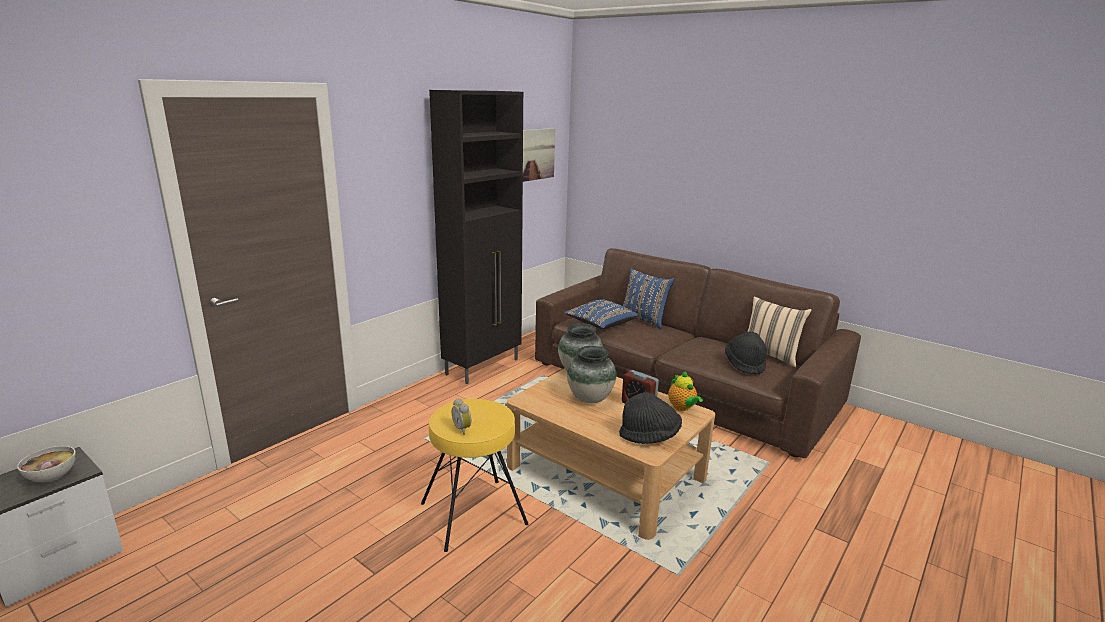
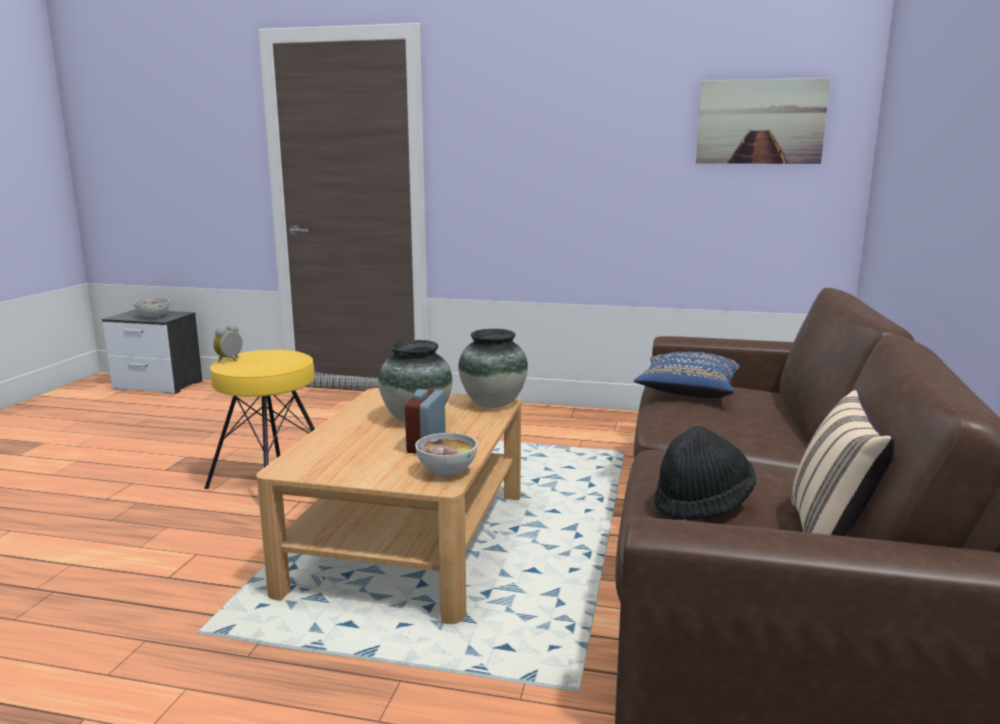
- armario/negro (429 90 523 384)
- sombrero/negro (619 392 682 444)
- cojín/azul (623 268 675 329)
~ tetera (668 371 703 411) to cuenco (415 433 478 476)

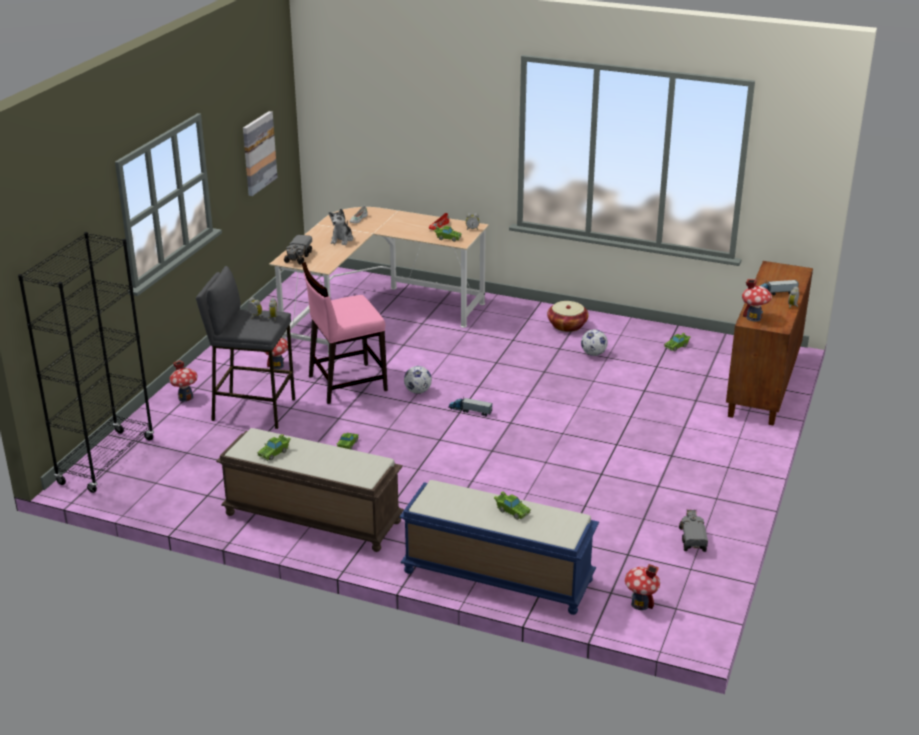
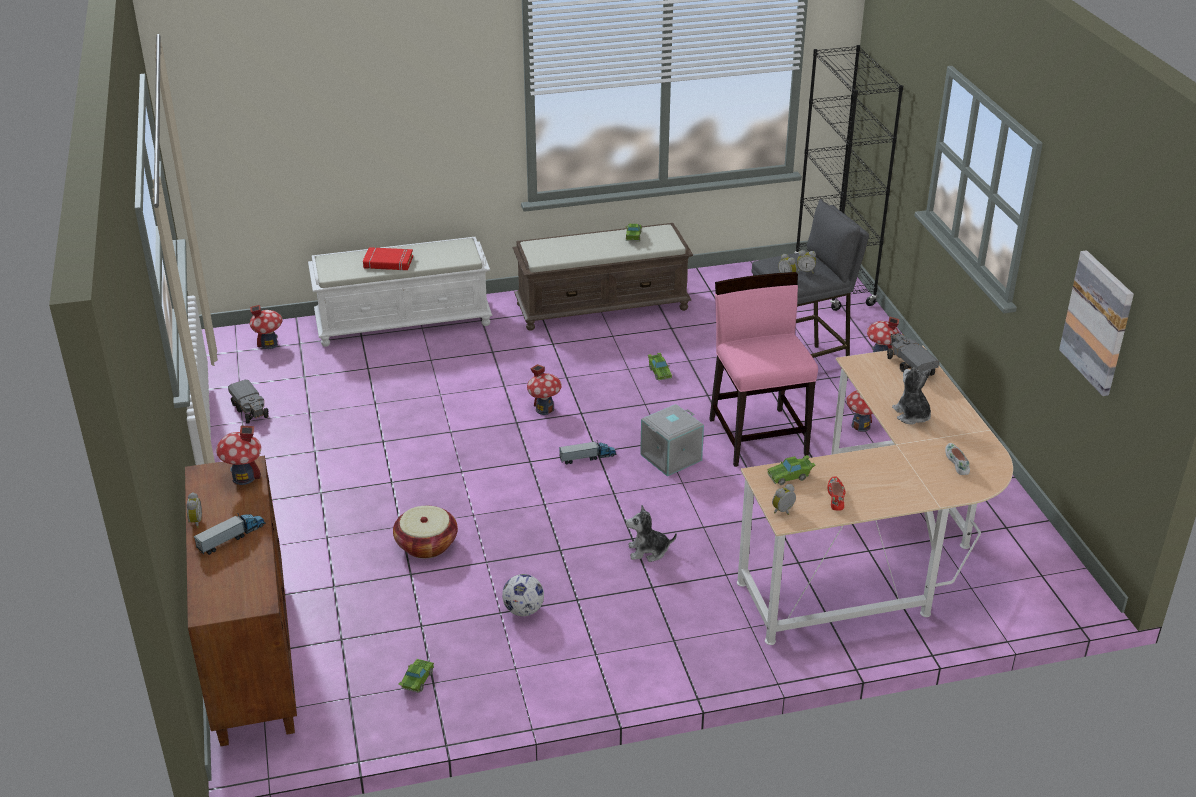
~ silla/rosa (302 262 388 404) = (709 272 818 467) 45 degrees counterclockwise
~ banco/azul (399 480 599 615) to banco/blanco (308 237 492 347)
~ balón de fútbol (404 366 432 394) to caja de almacenaje/gris (640 404 704 477)
~ coche de juguete/verde (494 491 531 520) to libro/rojo (363 247 413 271)
~ cesta (547 301 589 332) to (393 506 458 558)
+ casita (527 364 562 415)
+ peluche (625 505 677 562)

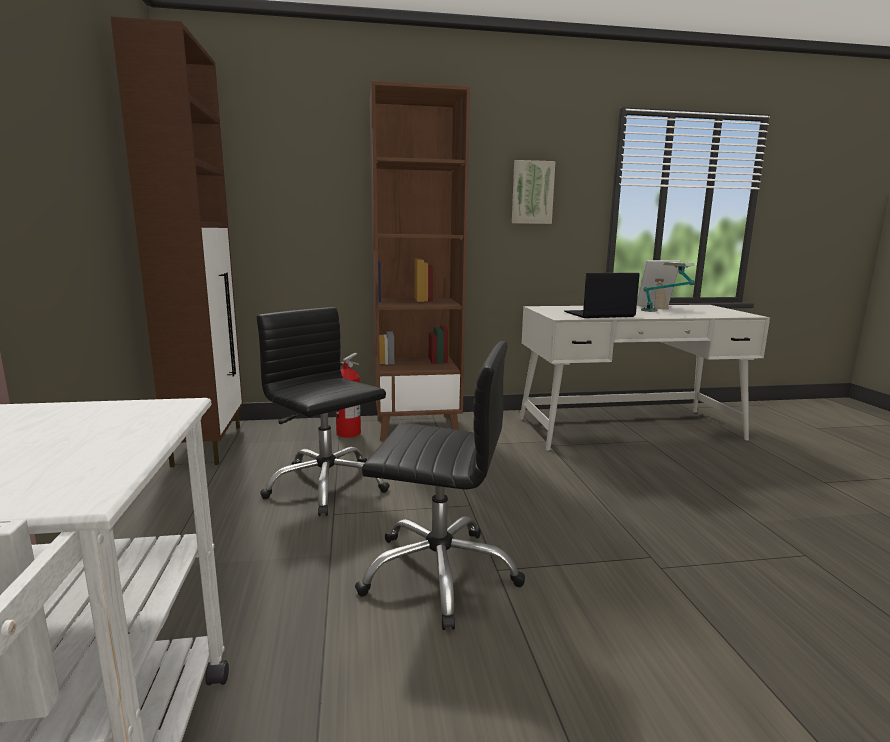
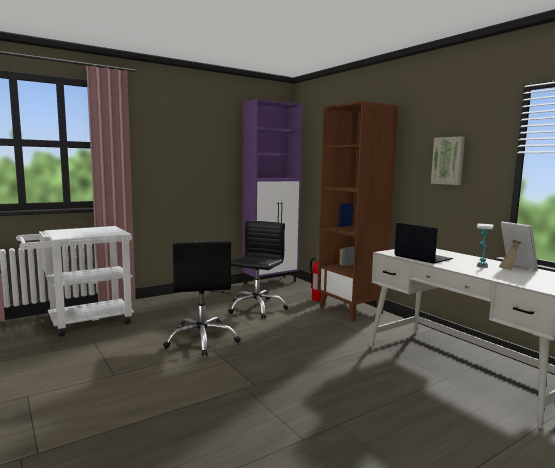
~ armario/marrón (110 16 243 467) to armario/morado (242 99 303 284)

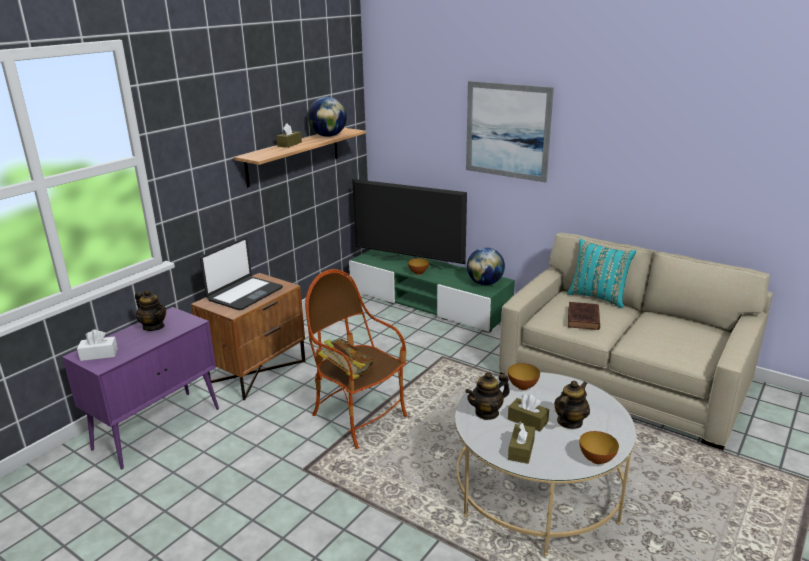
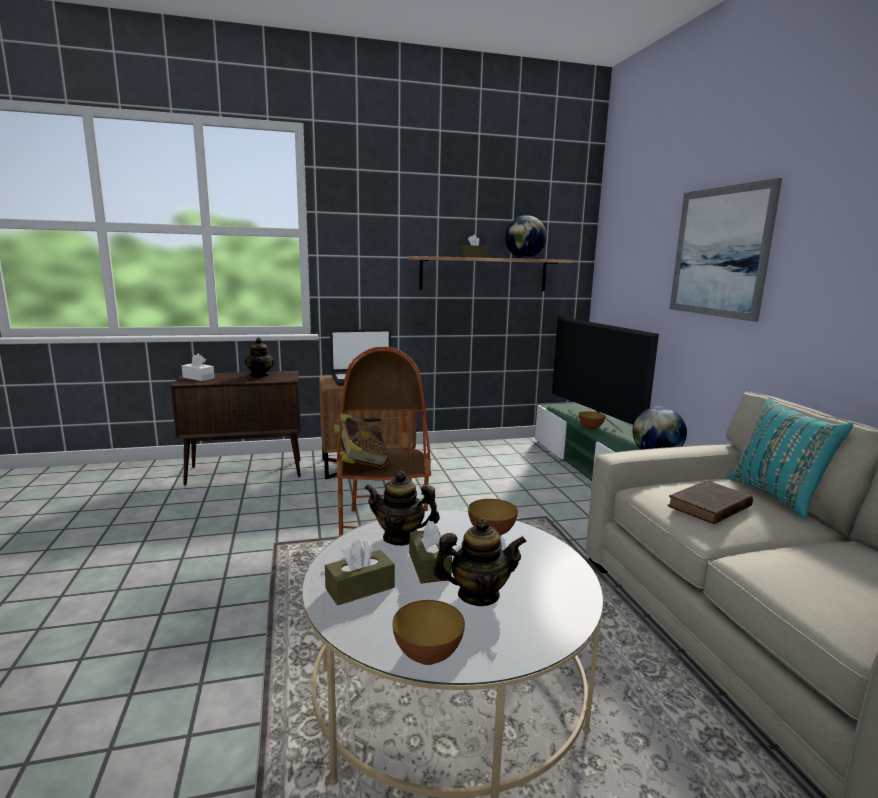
~ armario/morado (62 307 219 469) to armario/marrón (171 371 301 486)

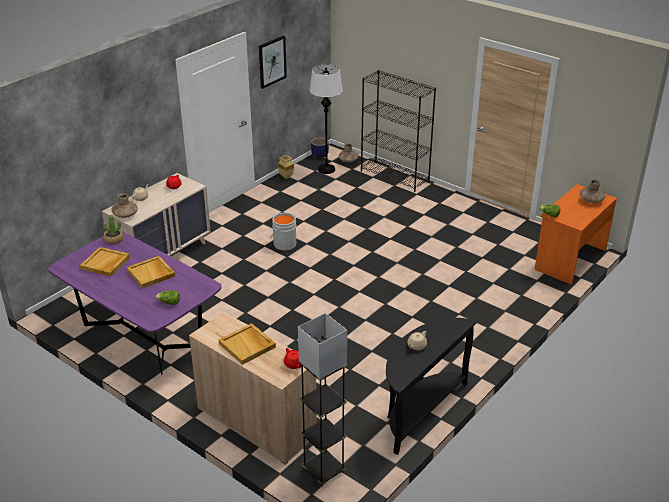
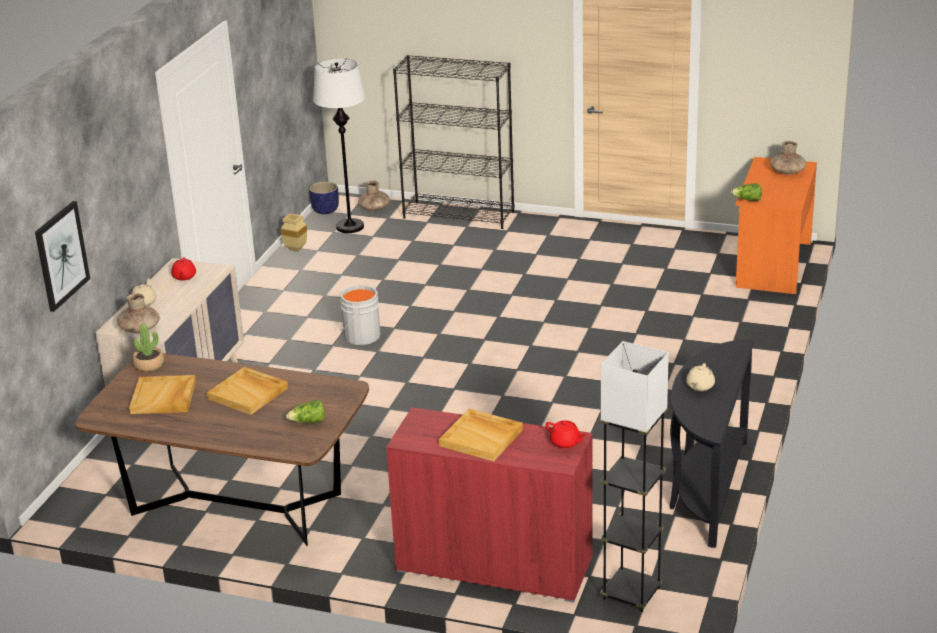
~ mesa de comedor/morado (48 232 222 375) to mesa de comedor/marrón (75 353 369 546)
~ armario/beis (189 312 317 465) to armario/rojo (386 407 593 603)
~ cuadro (259 35 287 89) to (35 201 90 312)

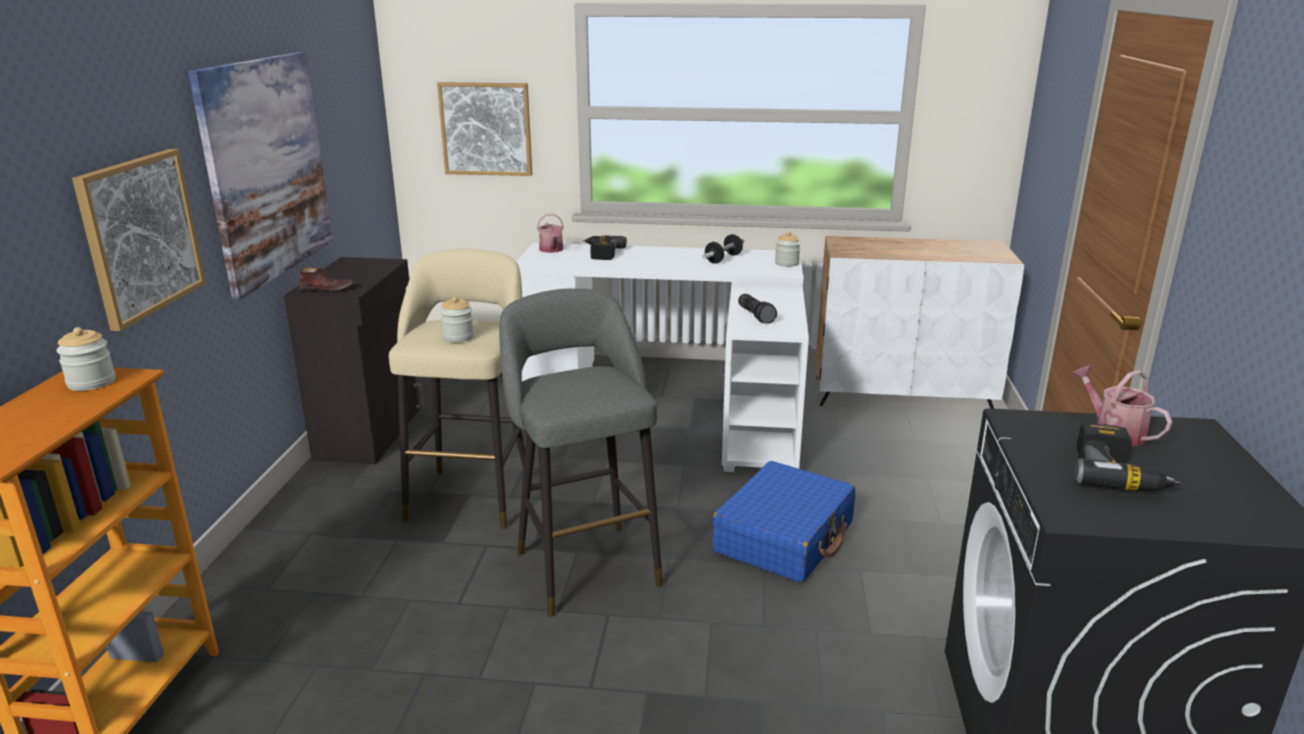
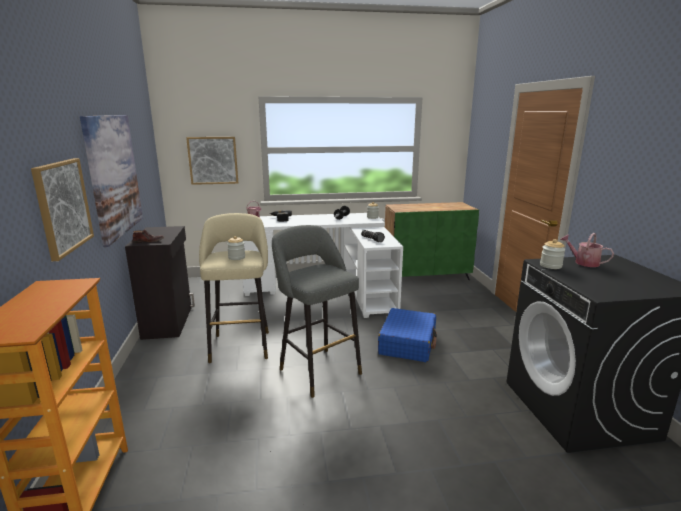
~ tarro (56 327 115 391) to (540 239 565 269)
~ armario/blanco (815 236 1024 409) to armario/verde (385 202 479 280)
- taladro (1074 423 1182 491)

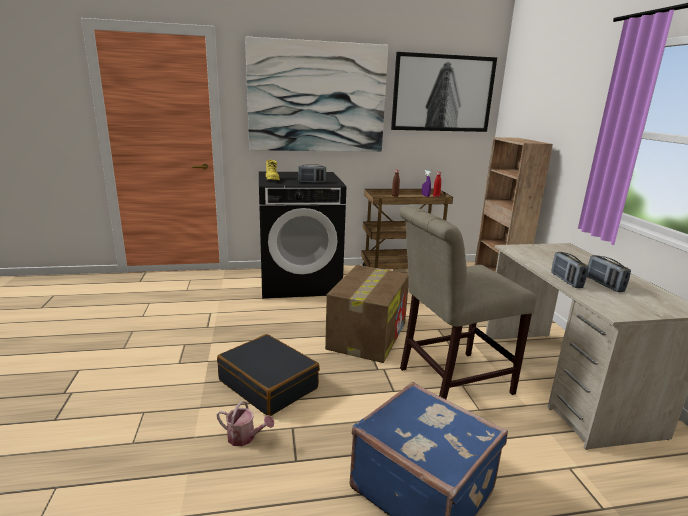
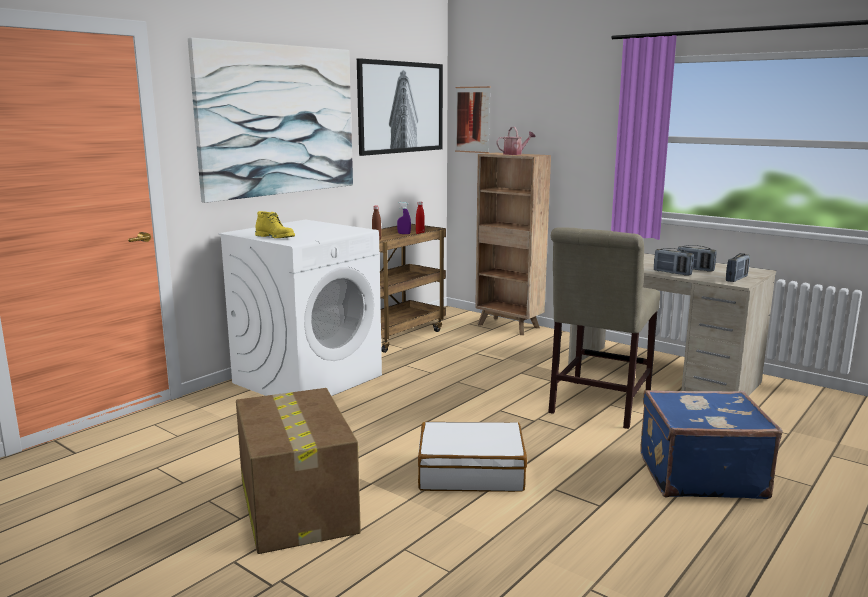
~ maleta/negro (217 334 320 416) to maleta/blanco (418 422 527 492)
~ regadera (217 401 274 446) to (496 127 536 155)
~ lavadora/negro (259 172 346 298) to lavadora/blanco (218 220 382 396)
~ radio (298 164 326 183) to (726 253 750 282)
~ caja de cartón (325 265 409 363) to (236 388 361 554)
+ cuadro (455 86 491 153)

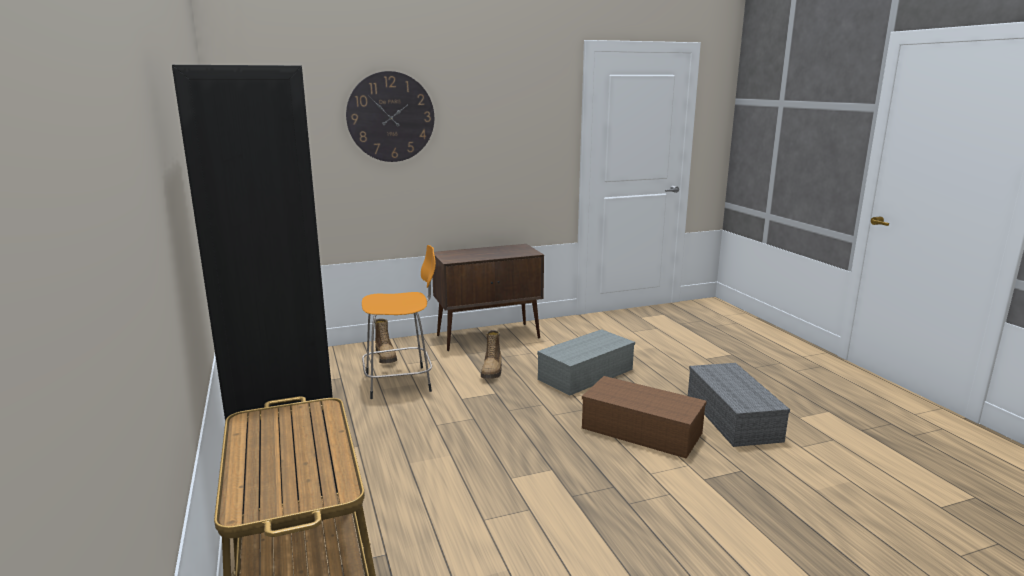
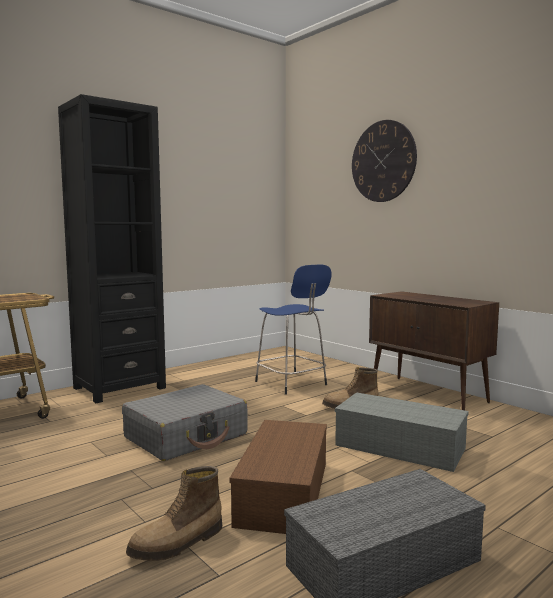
~ taburete/naranja (362 245 436 399) to taburete/azul (255 264 332 395)
~ bota (375 318 397 363) to (126 466 222 561)
+ maleta/gris (122 384 248 461)

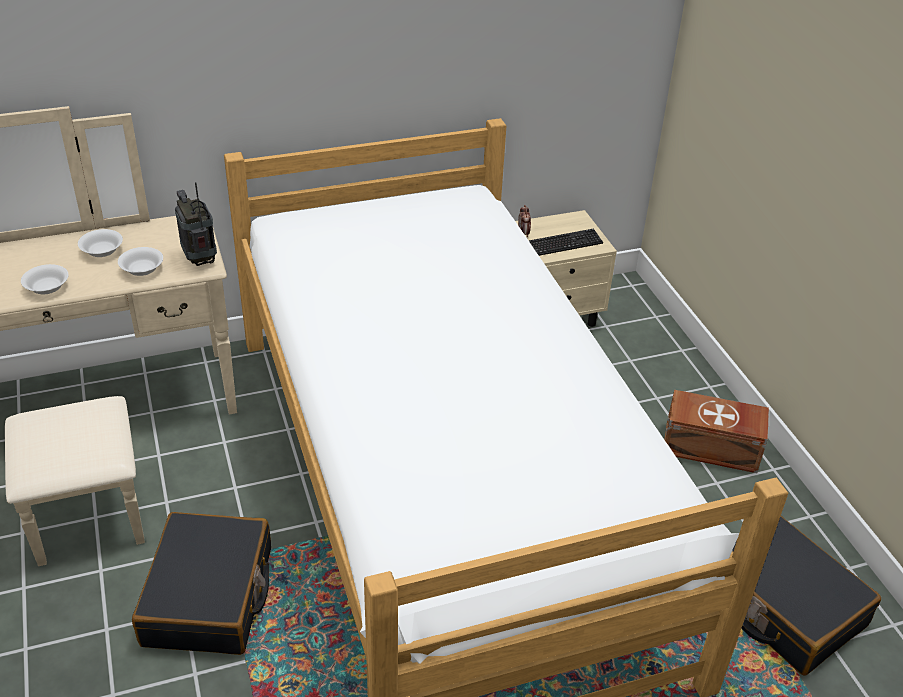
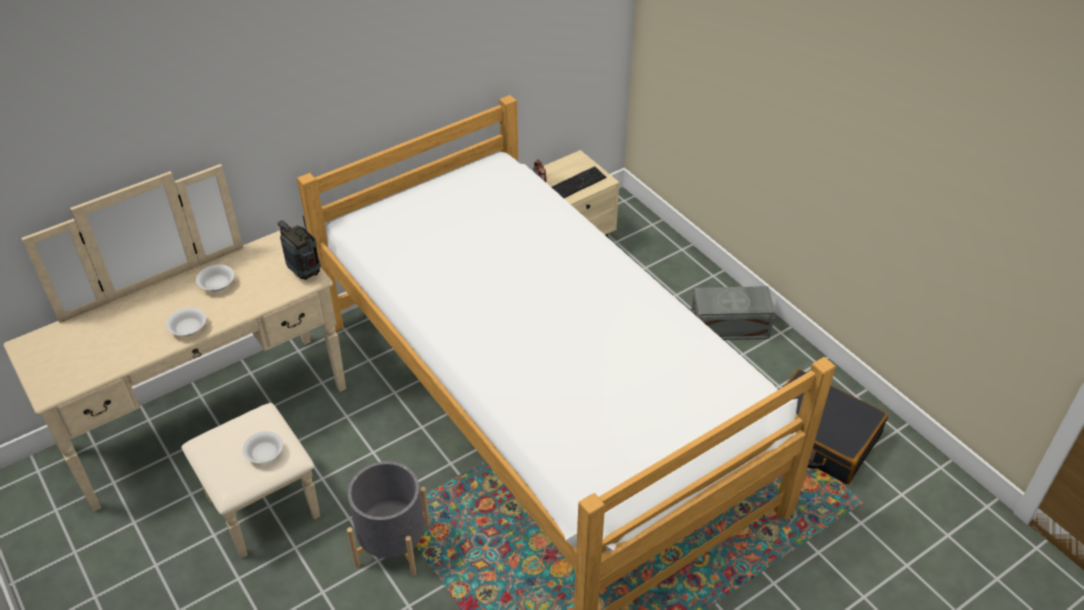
~ cuenco/blanco (118 247 163 276) to (242 431 283 463)
~ maleta/negro (132 512 271 655) to maceta/gris (347 461 430 576)
~ caja de almacenaje/marrón (664 390 769 473) to caja de almacenaje/gris (691 286 775 340)

